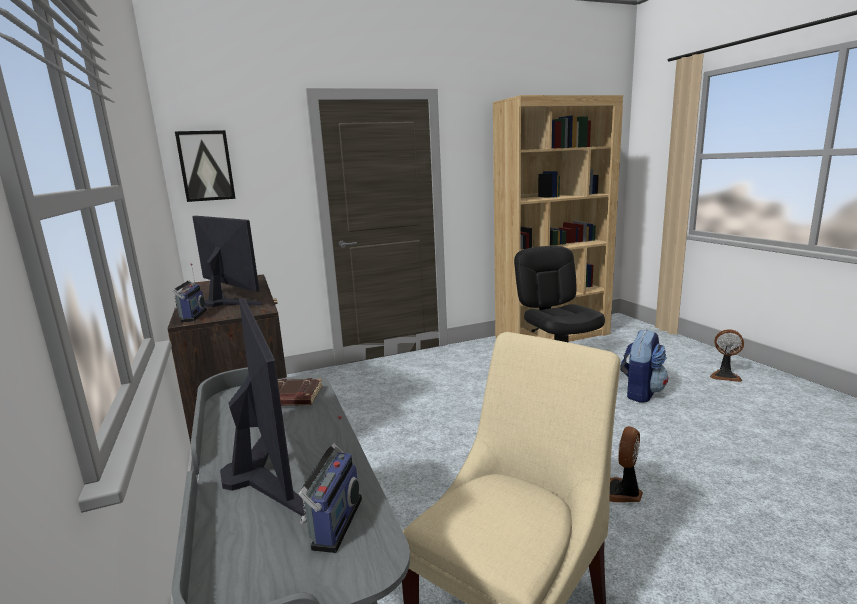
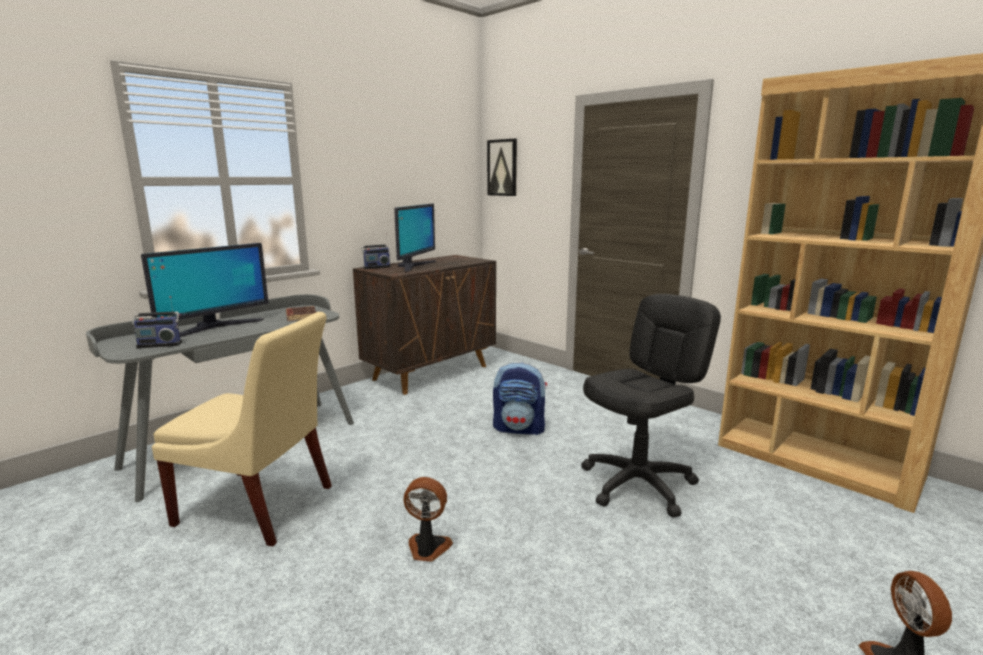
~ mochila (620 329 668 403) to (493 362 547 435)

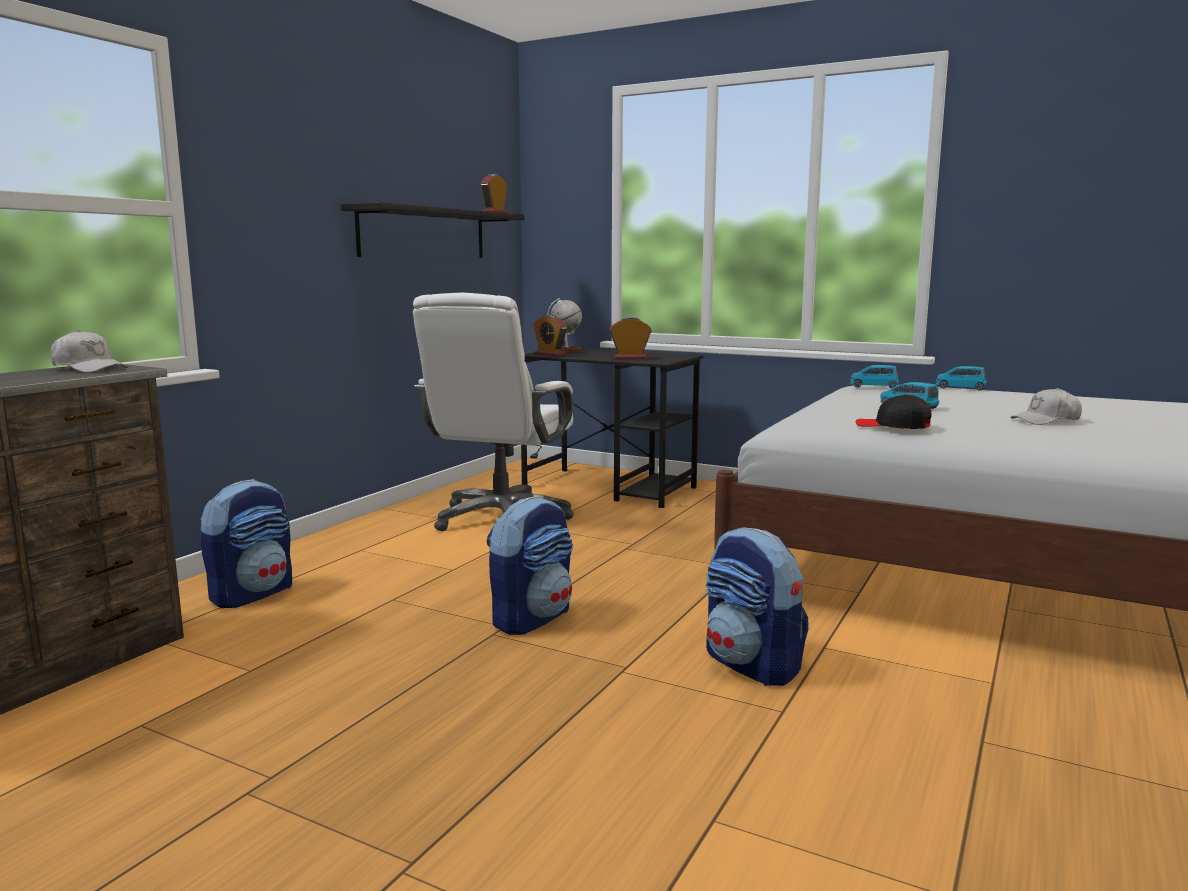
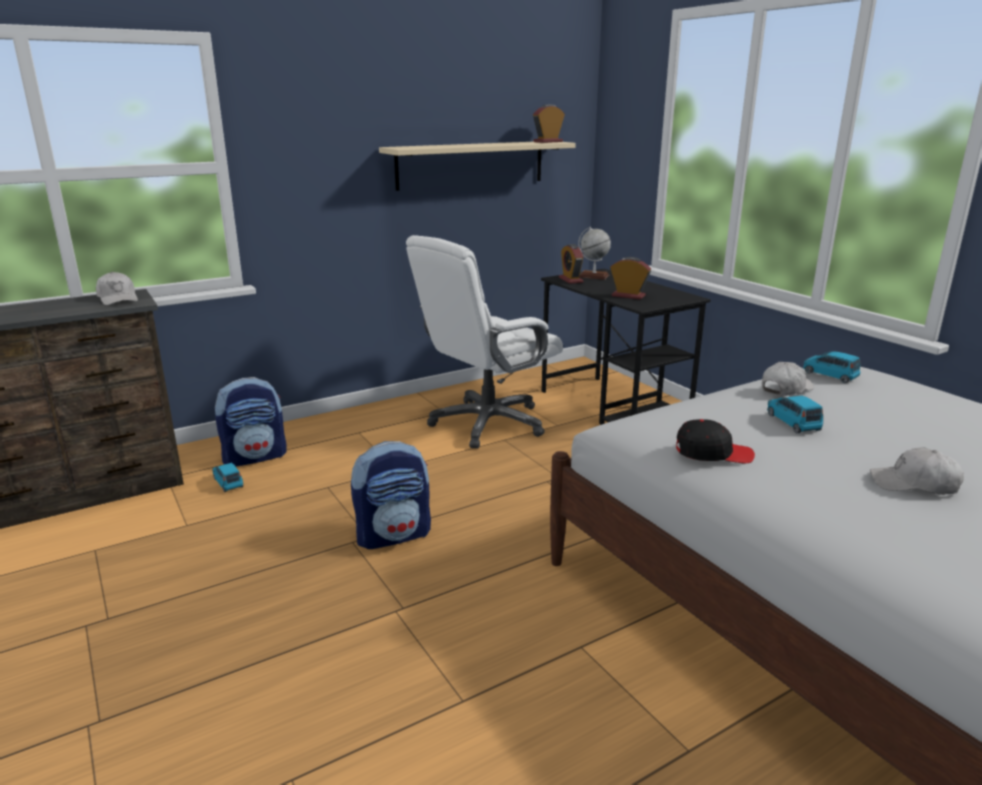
~ estante/negro (340 202 524 258) to estante/beis (379 142 576 191)
- mochila (706 527 808 686)
~ gorra/negro (856 394 932 429) = (676 419 755 463) 120 degrees clockwise
~ coche de juguete/azul (936 366 986 391) to (212 462 243 492)
+ gorra/blanco (762 362 814 396)

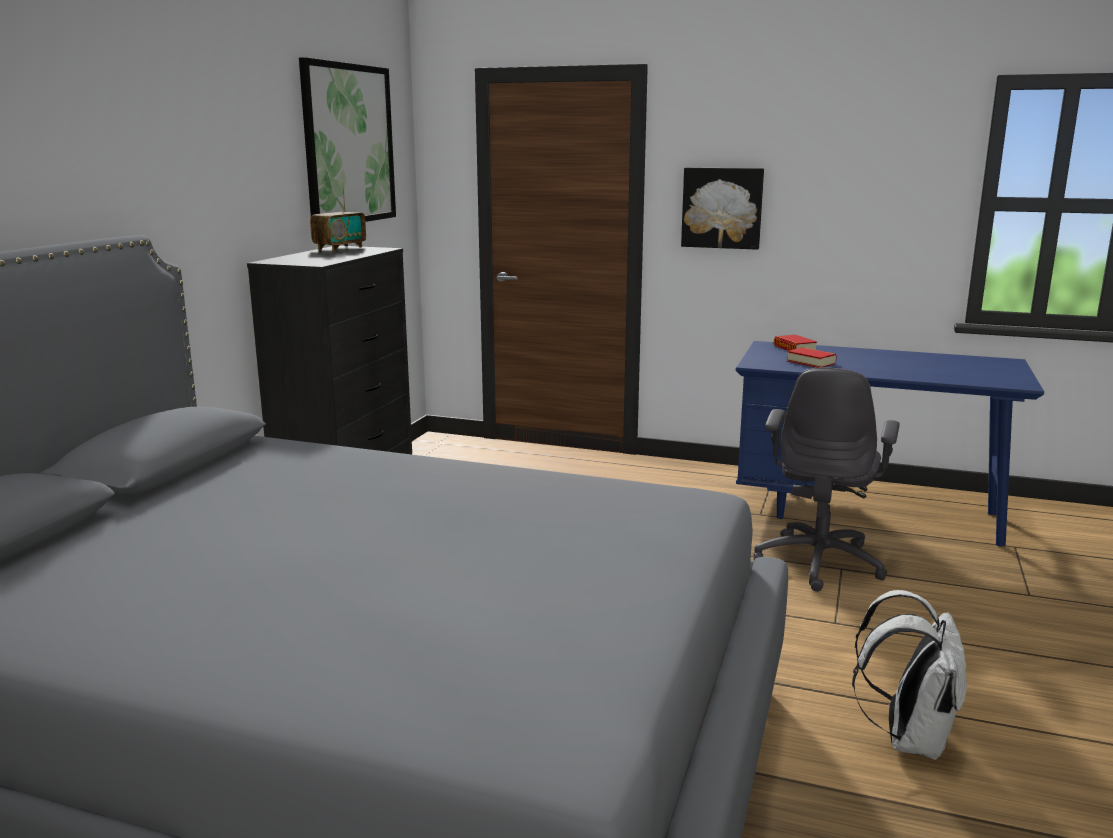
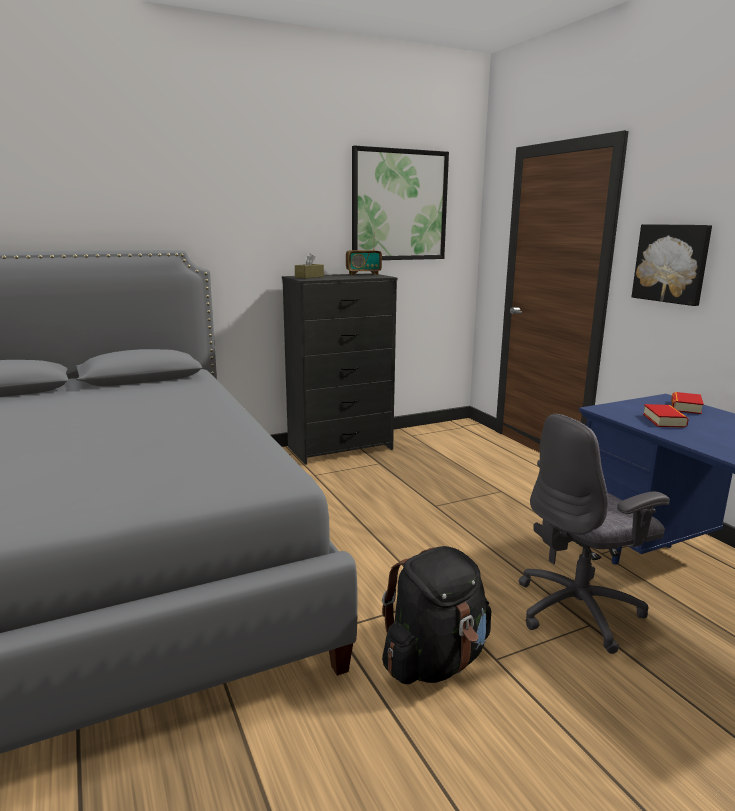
- mochila/blanco (852 590 967 760)
+ caja de pañuelos/marrón (295 253 324 278)
+ mochila/negro (382 546 491 684)

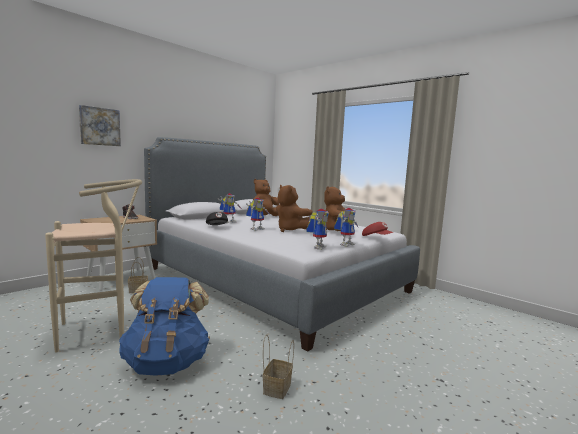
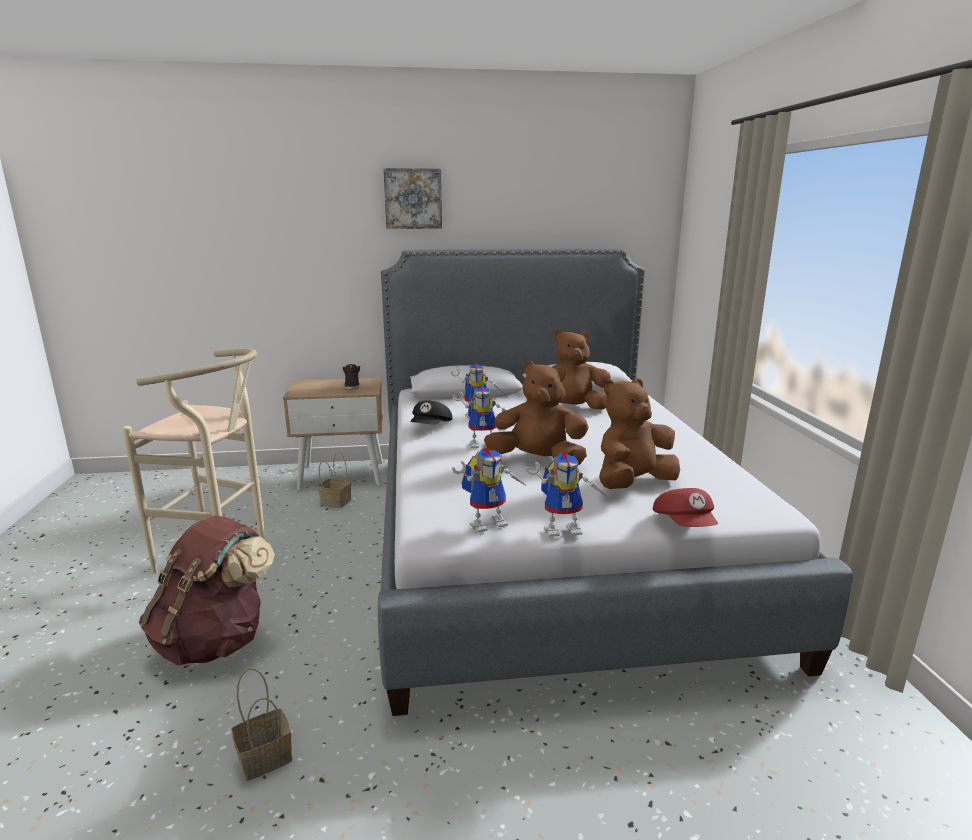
~ cuadro (79 105 121 146) to (383 168 442 229)
~ mochila/azul (119 277 210 376) to mochila/marrón (139 515 275 665)
~ peluche/marrón (276 185 313 232) = (484 361 589 465) 105 degrees clockwise

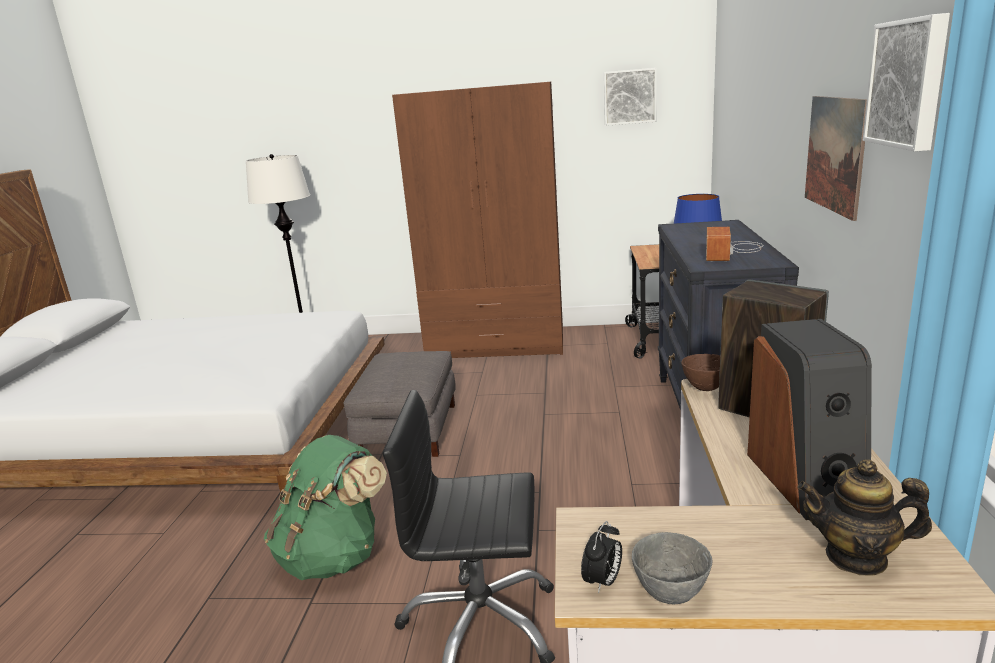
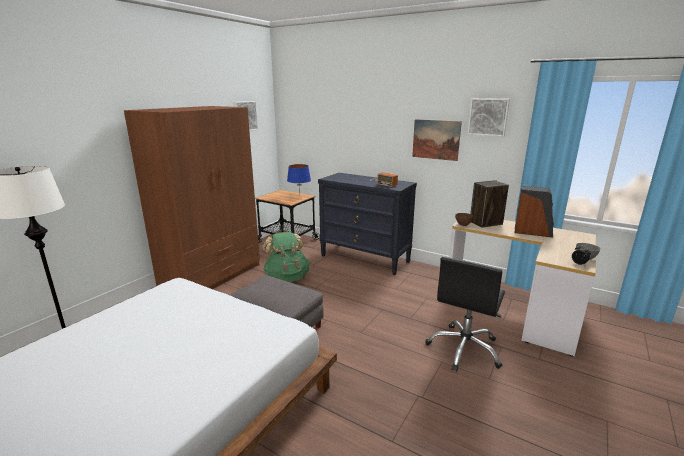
~ mochila/verde (264 435 387 580) to (262 232 310 282)
- tetera (797 459 932 576)

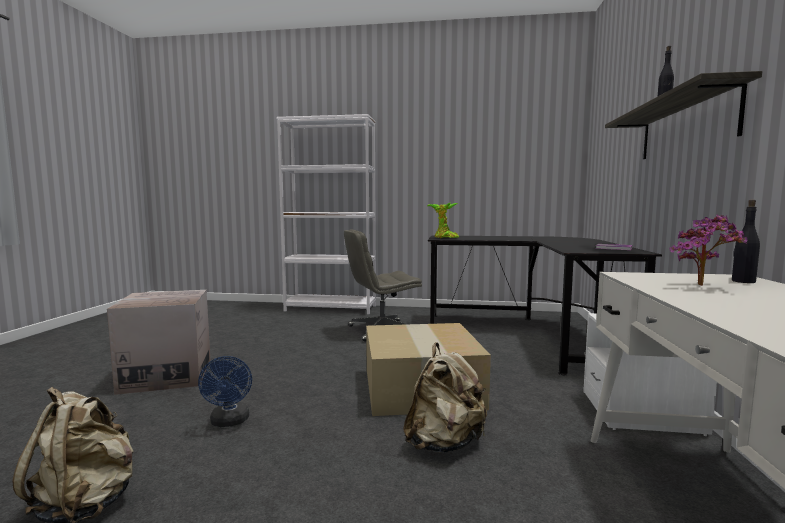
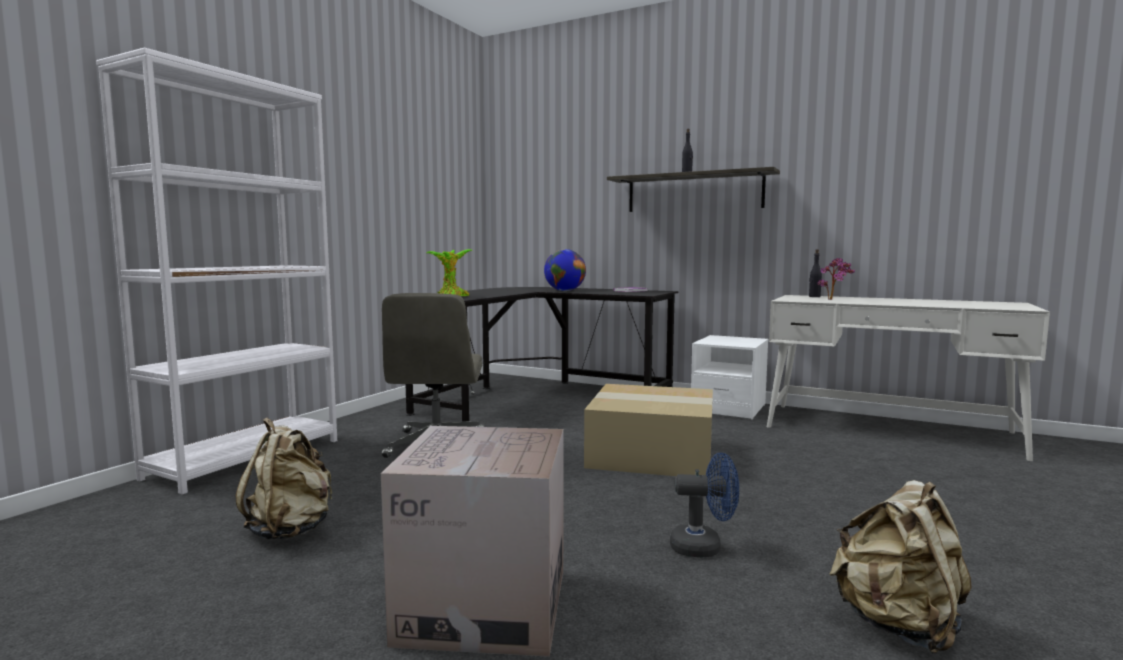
~ mochila/beis (403 342 487 453) to (236 417 332 540)
+ globo terráqueo (544 249 586 291)

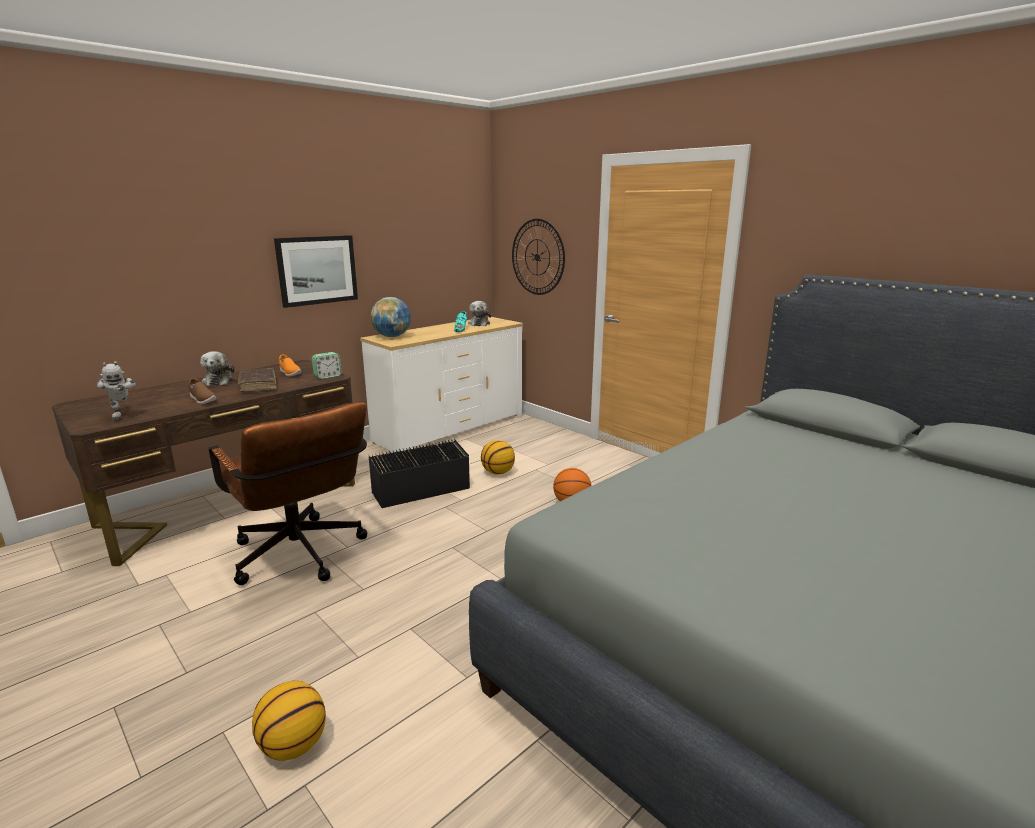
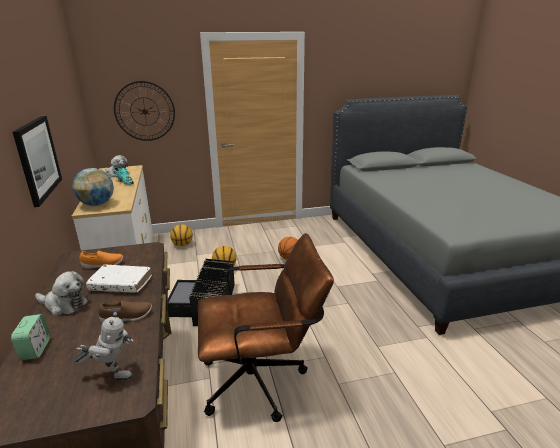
~ libro/marrón (238 368 277 392) to libro/blanco (86 265 152 293)
~ balón de baloncesto (252 681 326 761) to (170 224 193 246)
~ despertador (312 352 342 379) to (11 314 50 360)

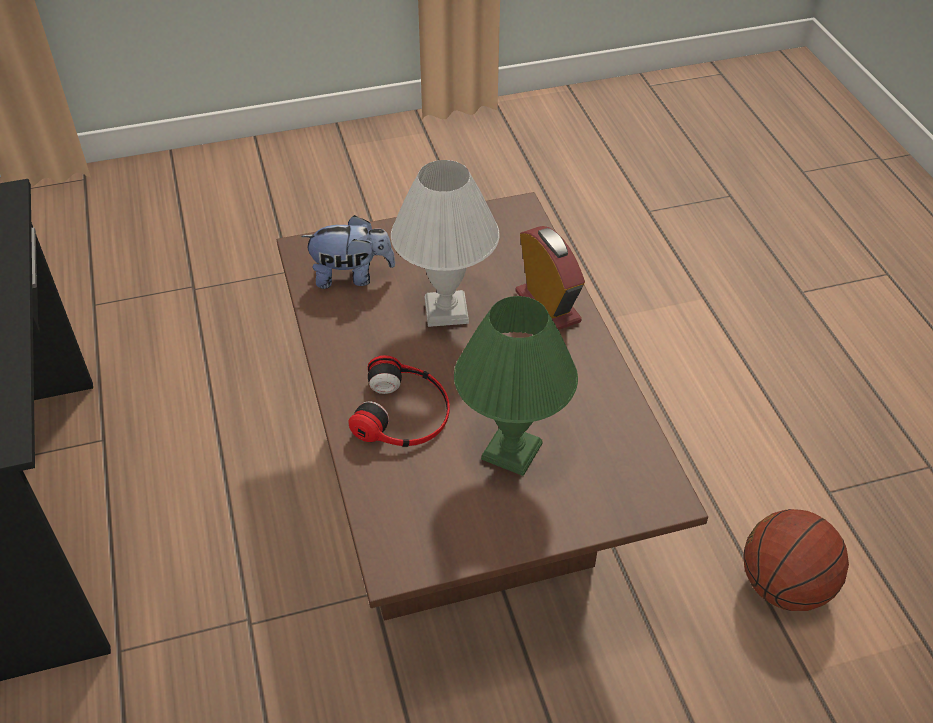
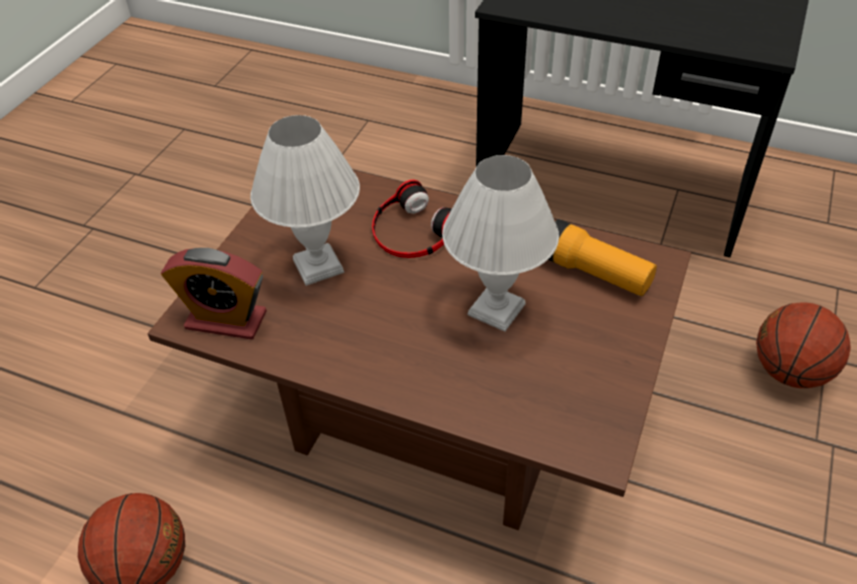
~ peluche (301 215 395 289) to linterna (548 219 657 296)
~ lámpara de mesa/verde (454 296 578 476) to lámpara de mesa/blanco (250 115 360 286)
~ despertador (515 226 585 330) to (161 248 267 339)
+ balón de baloncesto (756 302 851 388)

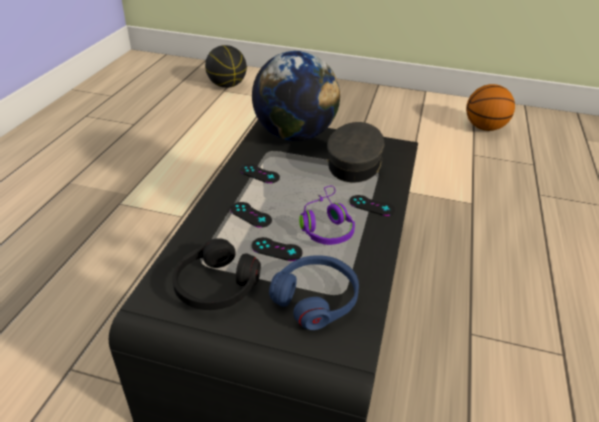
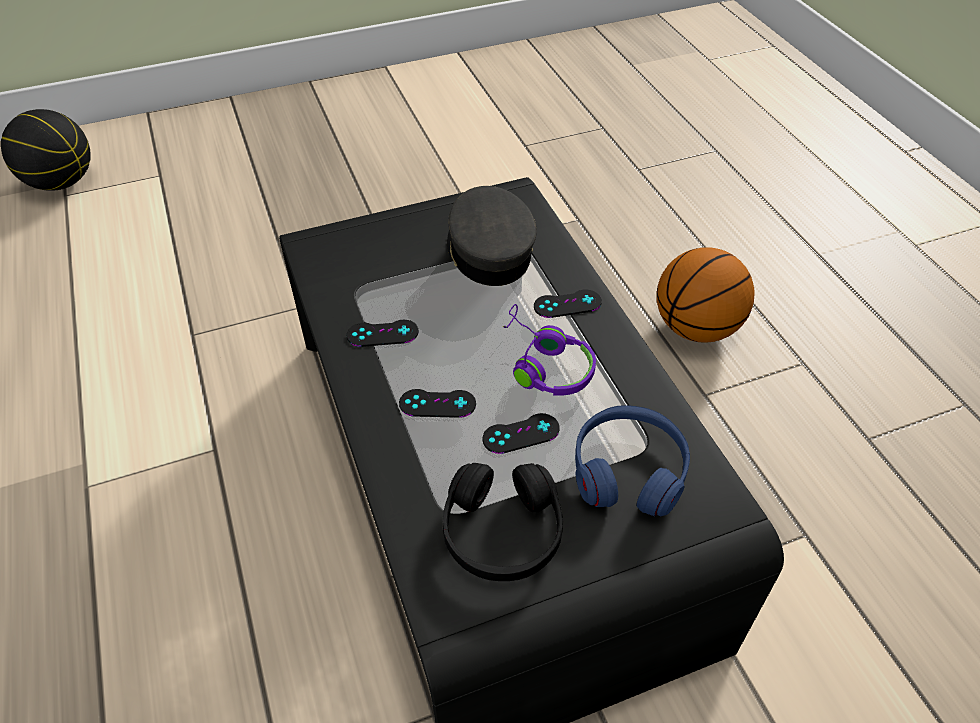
- globo terráqueo (252 51 340 141)
~ balón de baloncesto (466 84 515 131) to (657 247 755 343)

